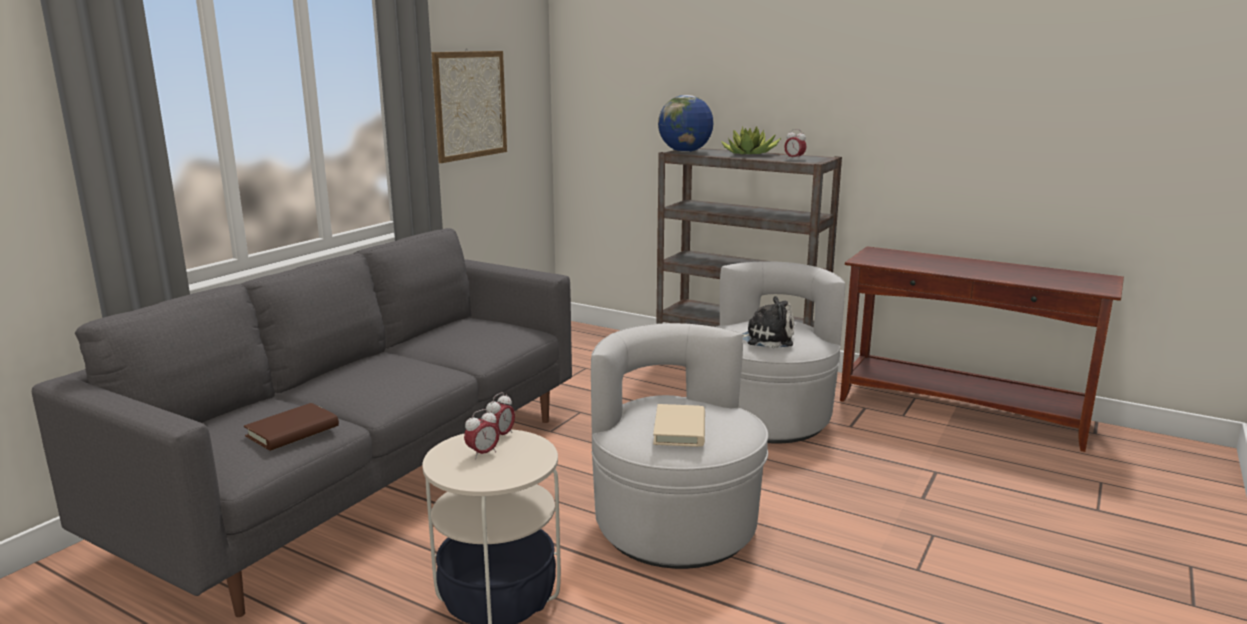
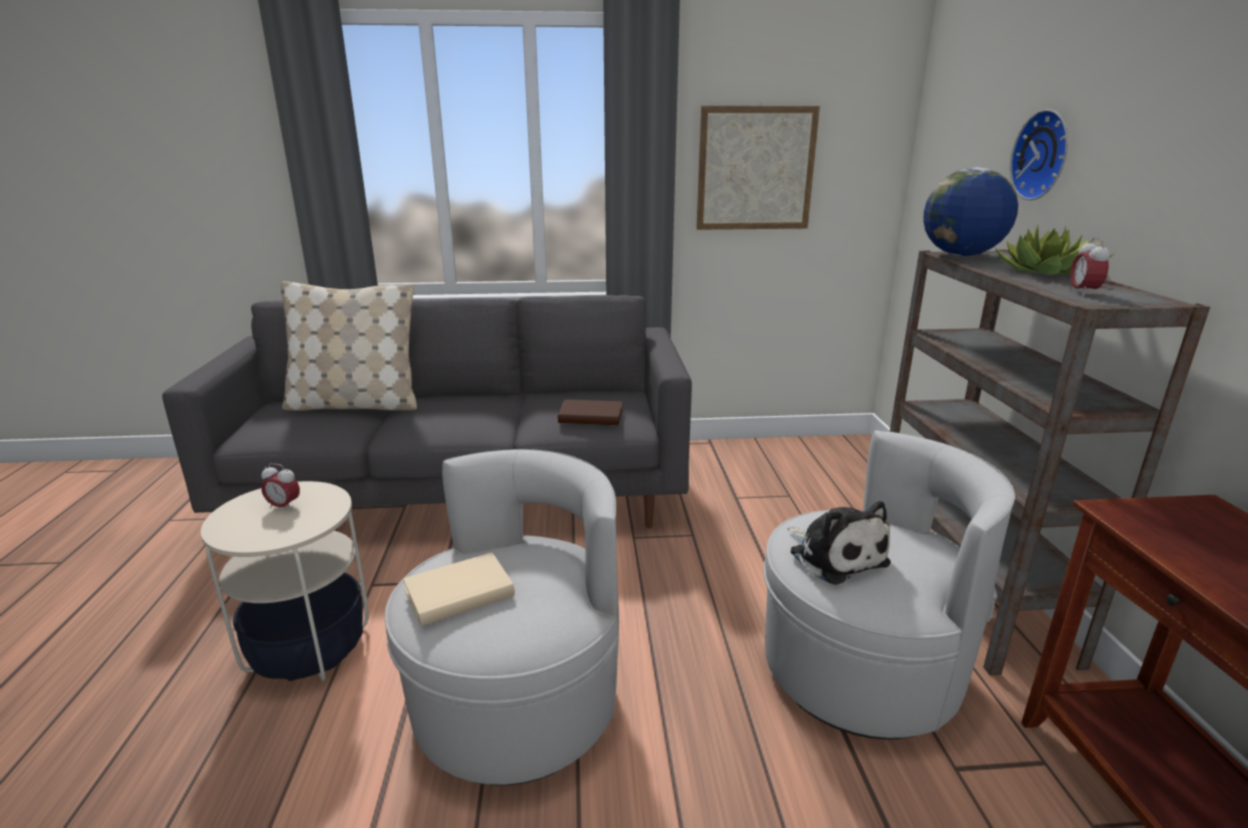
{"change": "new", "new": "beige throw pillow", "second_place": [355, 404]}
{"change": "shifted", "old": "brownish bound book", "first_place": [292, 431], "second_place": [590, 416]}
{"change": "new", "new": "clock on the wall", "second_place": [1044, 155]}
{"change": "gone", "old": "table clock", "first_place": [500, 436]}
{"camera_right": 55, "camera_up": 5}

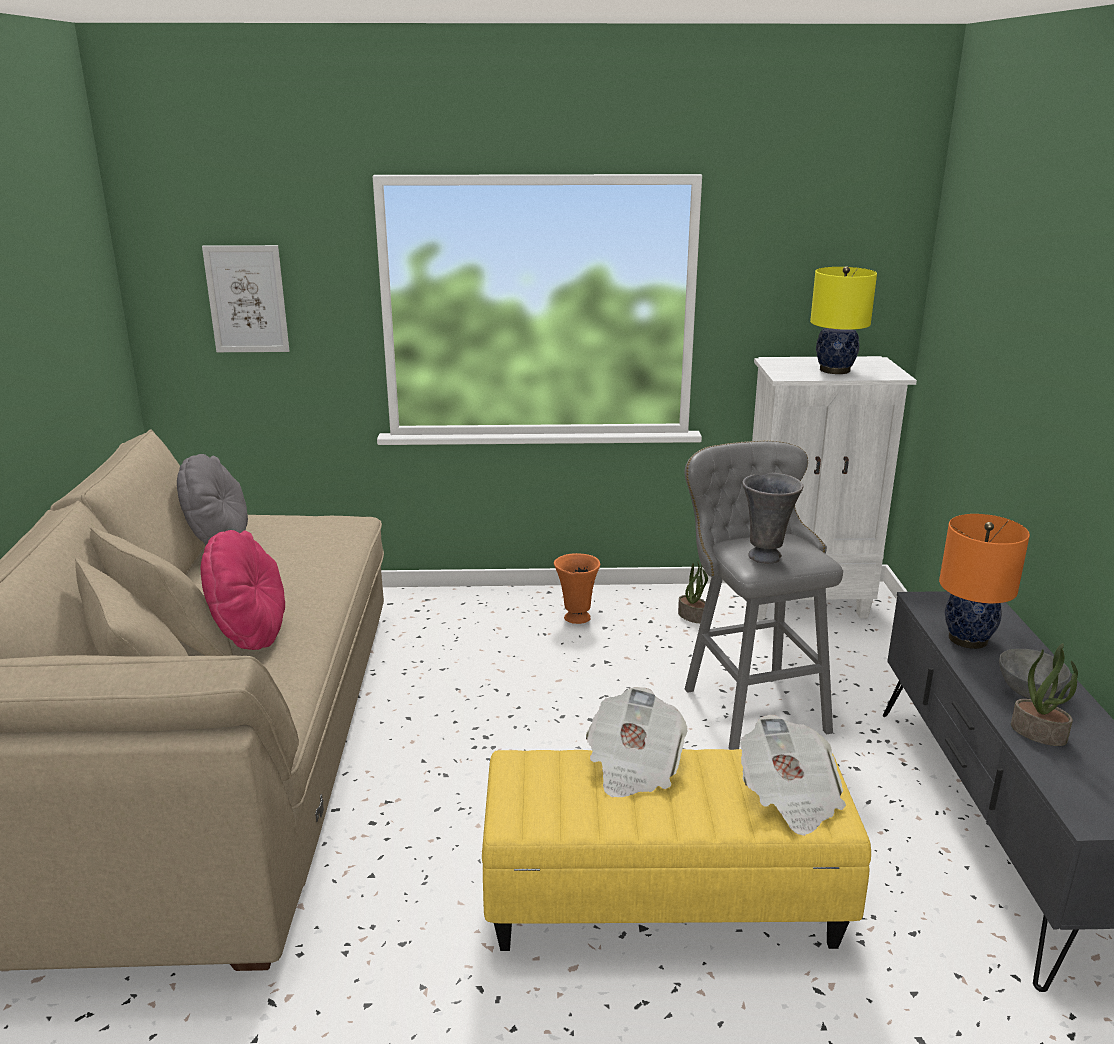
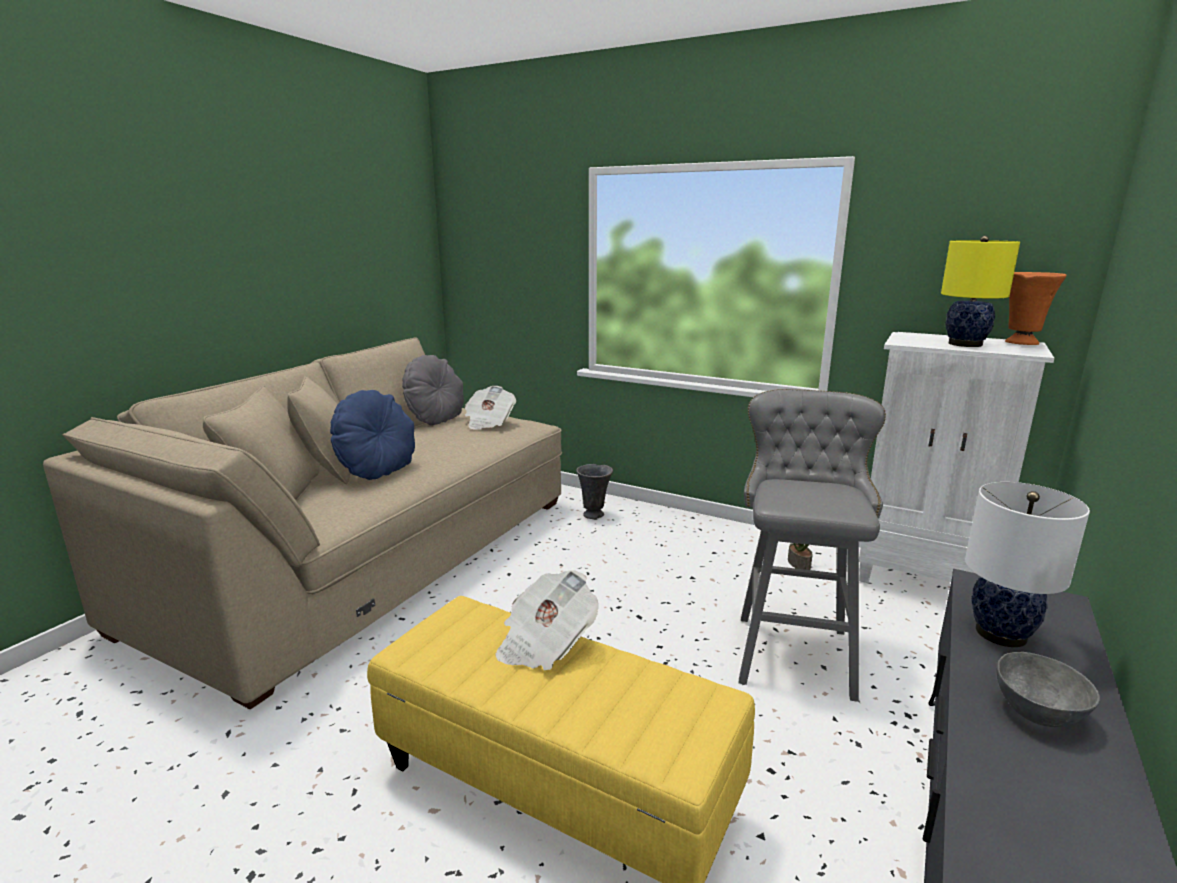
{"change": "repainted", "old": "pink-coloured throw pillow", "new": "blue-coloured throw pillow", "first_place": [251, 637], "second_place": [378, 473]}
{"change": "shifted", "old": "printed paper", "first_place": [789, 798], "second_place": [489, 422]}
{"change": "shifted", "old": "gray vase", "first_place": [766, 556], "second_place": [594, 515]}
{"change": "repainted", "old": "orange lamp for a table", "new": "whitish lamp for a table", "first_place": [968, 639], "second_place": [1001, 634]}
{"change": "shifted", "old": "orange vase", "first_place": [576, 618], "second_place": [1020, 343]}
{"change": "gone", "old": "wall art", "first_place": [247, 299]}
{"change": "gone", "old": "plant in a pot", "first_place": [1039, 733]}
{"camera_right": 30, "camera_up": -5}

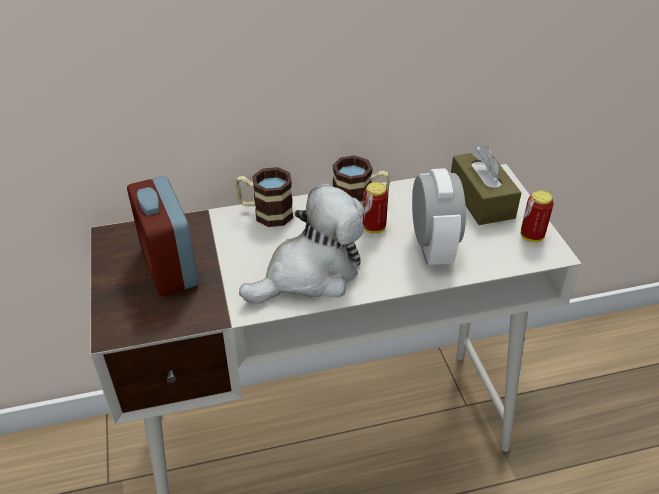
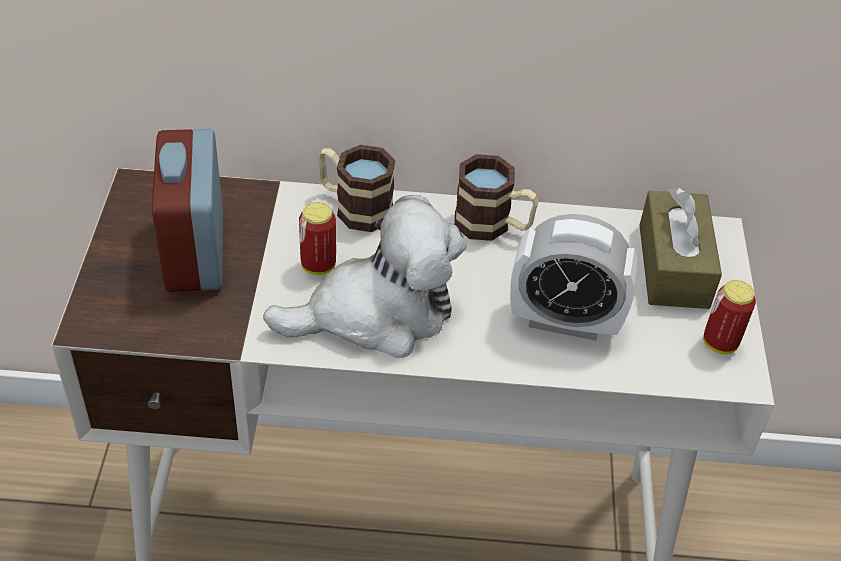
{"change": "shifted", "old": "metal can", "first_place": [374, 228], "second_place": [318, 266]}
{"change": "rotated", "old": "table clock", "first_place": [432, 247], "second_place": [564, 321], "degrees": 90}
{"camera_right": 15, "camera_up": 5}

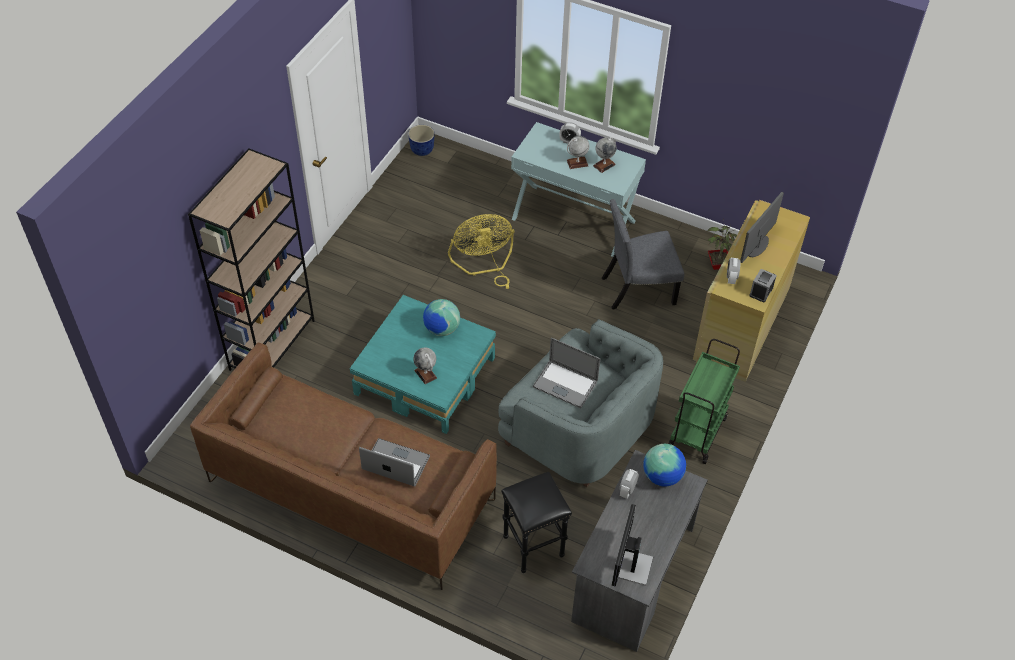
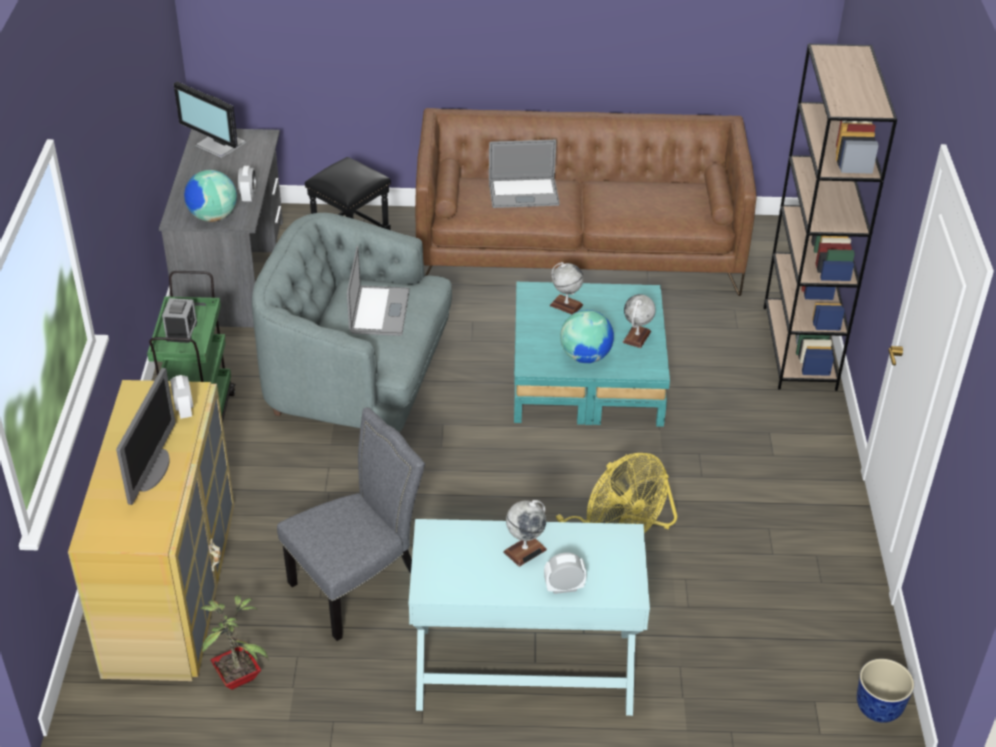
{"change": "shifted", "old": "table clock", "first_place": [761, 291], "second_place": [181, 331]}
{"change": "rotated", "old": "computer display", "first_place": [631, 567], "second_place": [219, 145], "degrees": 135}
{"change": "rotated", "old": "portable computer", "first_place": [565, 384], "second_place": [379, 311], "degrees": 90}
{"change": "shifted", "old": "world globe", "first_place": [604, 165], "second_place": [636, 337]}
{"camera_right": 155, "camera_up": -10}

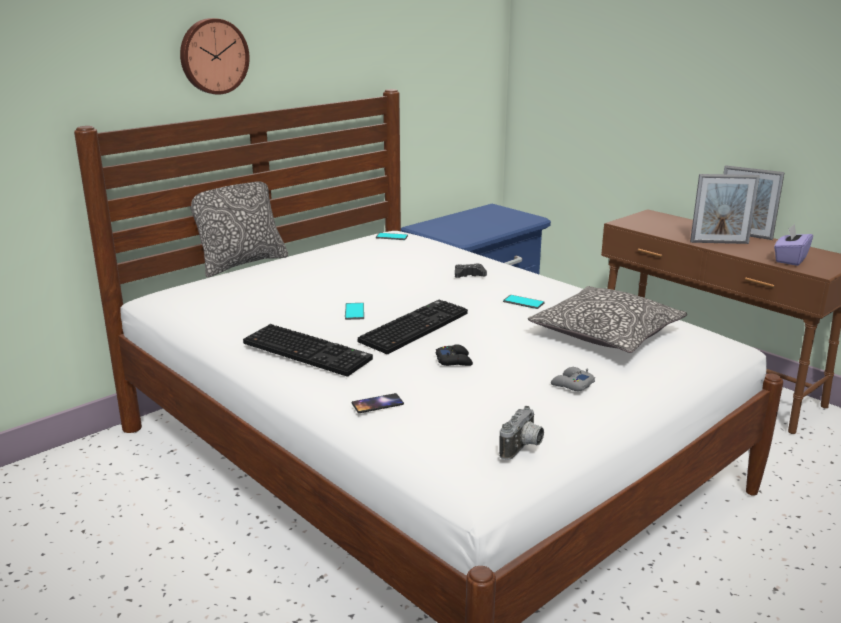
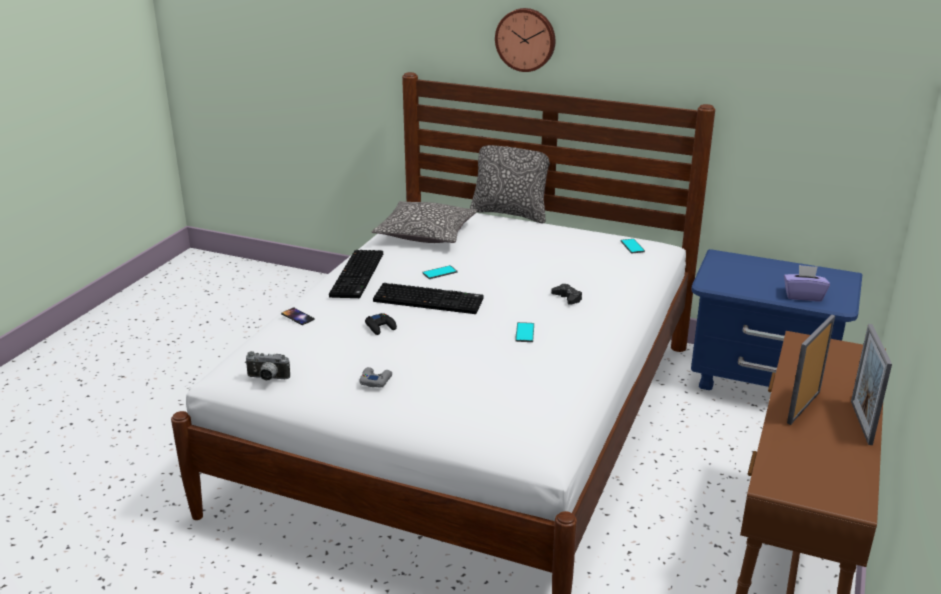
{"change": "shifted", "old": "throw pillow", "first_place": [606, 334], "second_place": [426, 234]}
{"change": "shifted", "old": "purple tissue box", "first_place": [790, 259], "second_place": [803, 296]}
{"change": "rotated", "old": "picture frame", "first_place": [719, 242], "second_place": [803, 407], "degrees": 60}
{"camera_right": 65, "camera_up": 5}

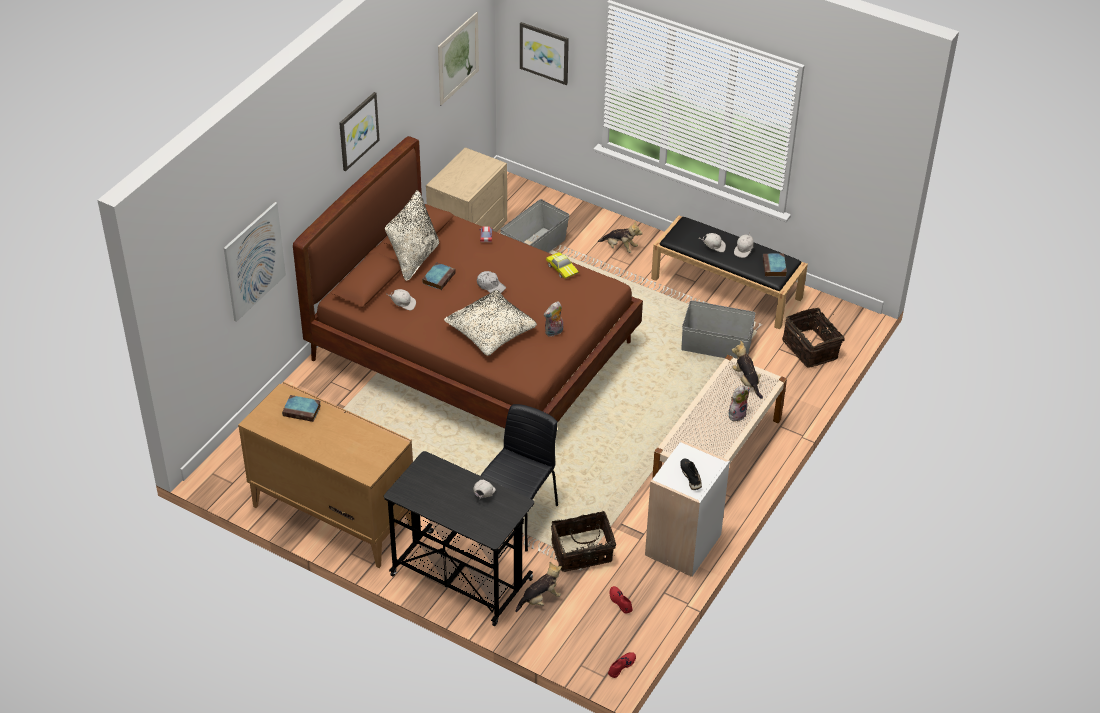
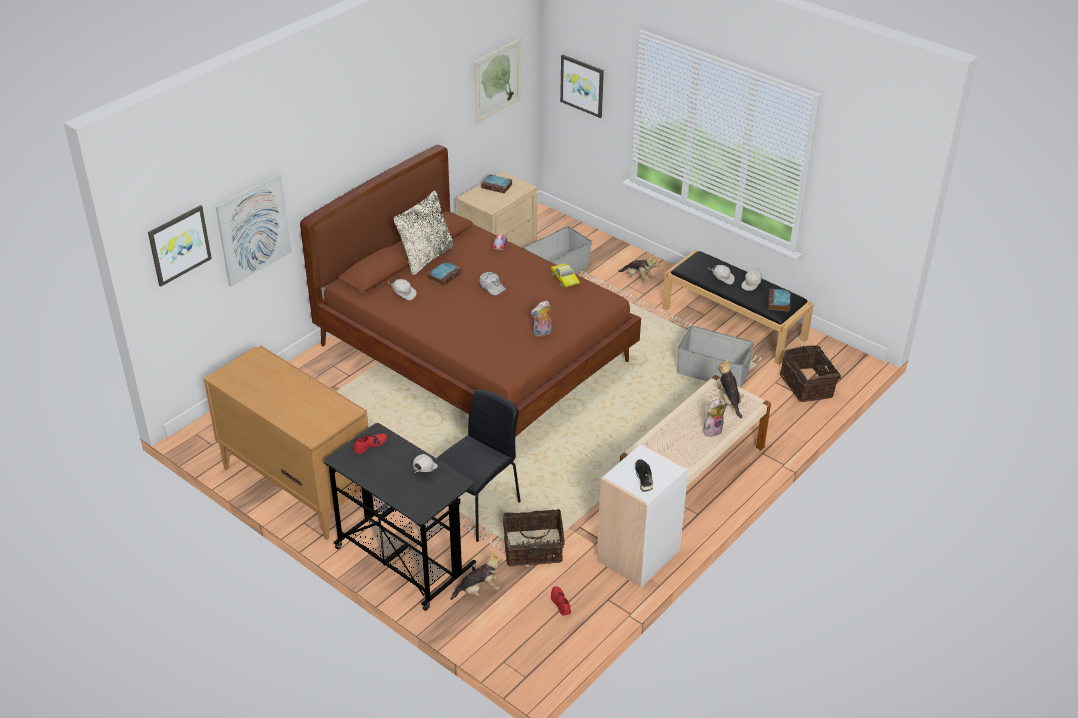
{"change": "shifted", "old": "wall art", "first_place": [358, 131], "second_place": [179, 245]}
{"change": "shifted", "old": "reddish low shoe", "first_place": [621, 666], "second_place": [370, 445]}
{"change": "shifted", "old": "bound book", "first_place": [302, 410], "second_place": [497, 186]}
{"change": "gone", "old": "beige throw pillow", "first_place": [491, 330]}
{"camera_right": 10, "camera_up": -5}

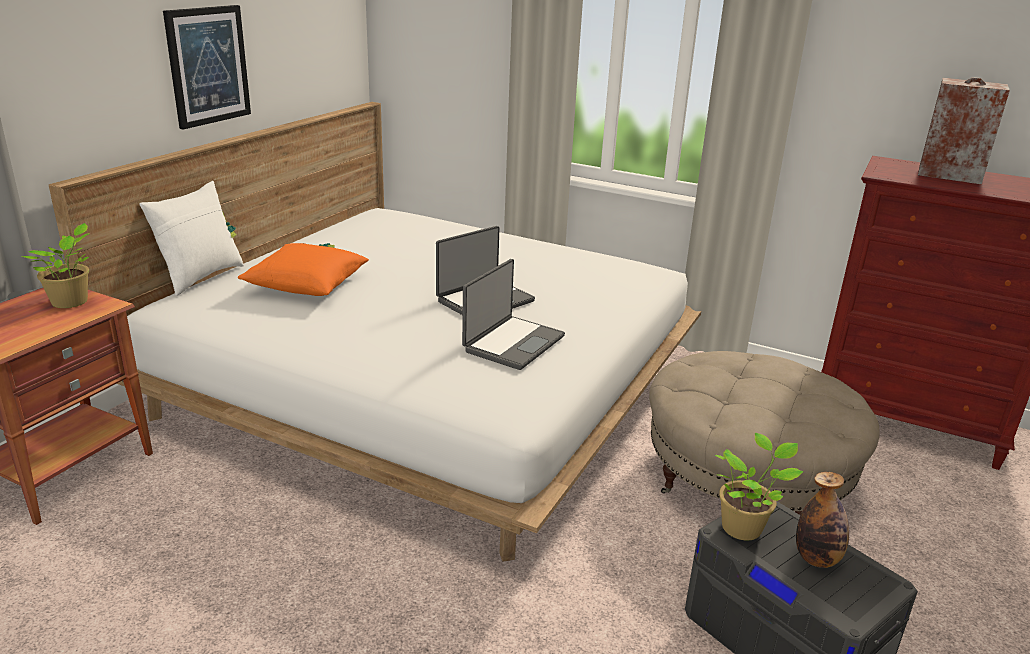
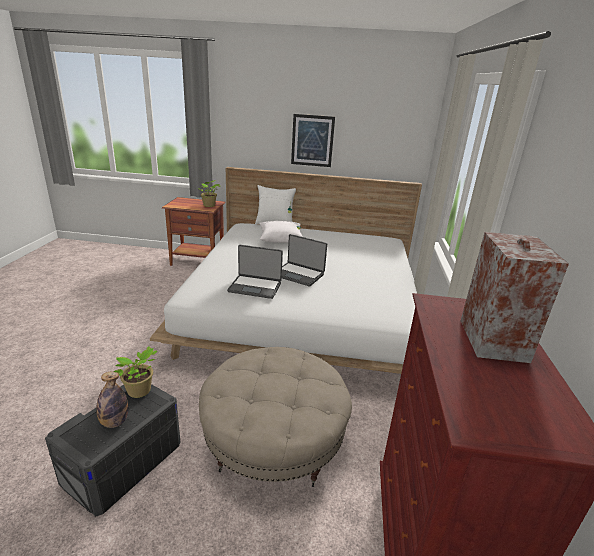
{"change": "repainted", "old": "orange throw pillow", "new": "whitish throw pillow", "first_place": [307, 285], "second_place": [280, 239]}
{"camera_right": 70, "camera_up": 0}

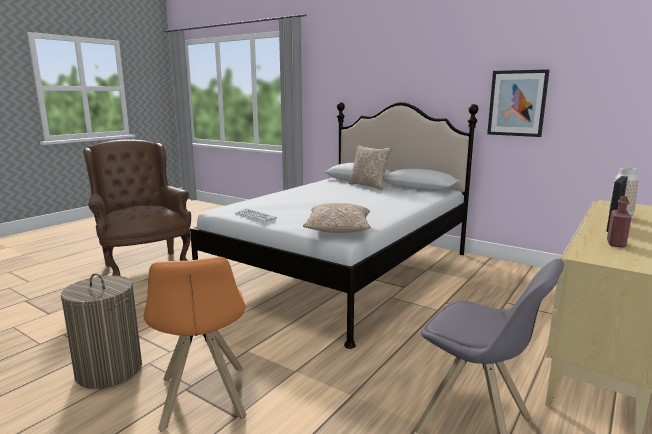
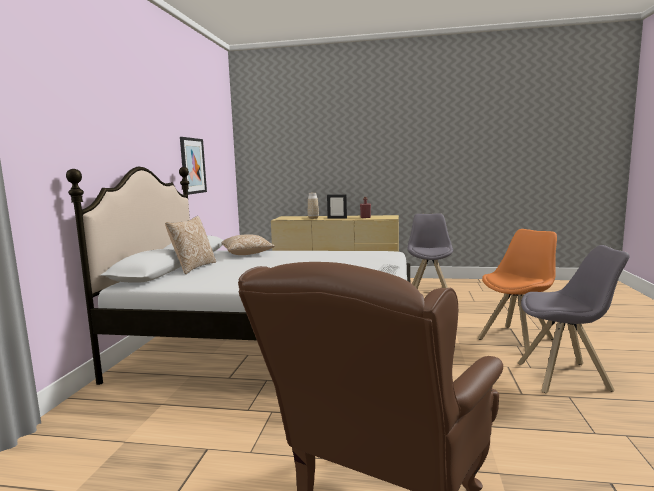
{"change": "shifted", "old": "throw pillow", "first_place": [338, 230], "second_place": [248, 253]}
{"change": "swapped", "old": "washing basket", "new": "gray chair", "first_place": [109, 370], "second_place": [564, 377]}
{"camera_right": -115, "camera_up": -5}

